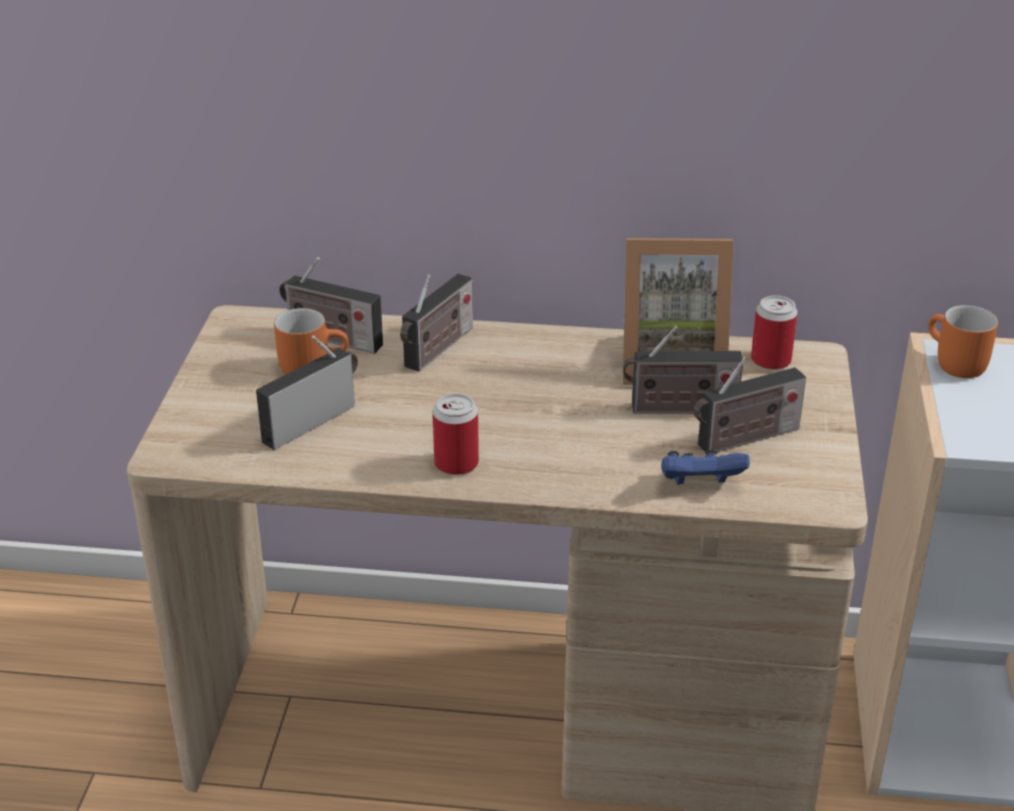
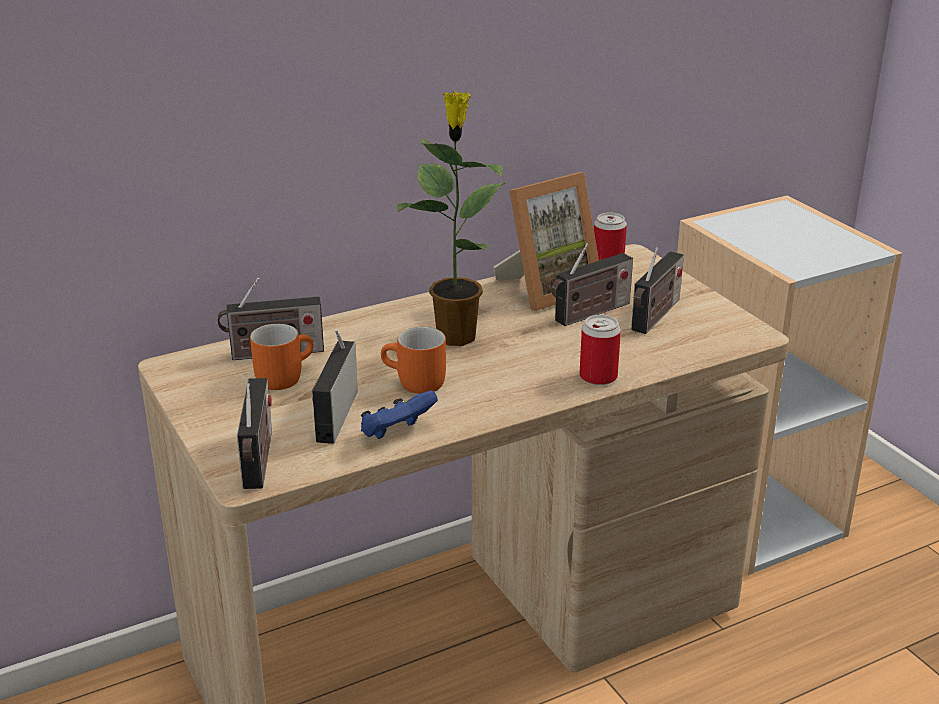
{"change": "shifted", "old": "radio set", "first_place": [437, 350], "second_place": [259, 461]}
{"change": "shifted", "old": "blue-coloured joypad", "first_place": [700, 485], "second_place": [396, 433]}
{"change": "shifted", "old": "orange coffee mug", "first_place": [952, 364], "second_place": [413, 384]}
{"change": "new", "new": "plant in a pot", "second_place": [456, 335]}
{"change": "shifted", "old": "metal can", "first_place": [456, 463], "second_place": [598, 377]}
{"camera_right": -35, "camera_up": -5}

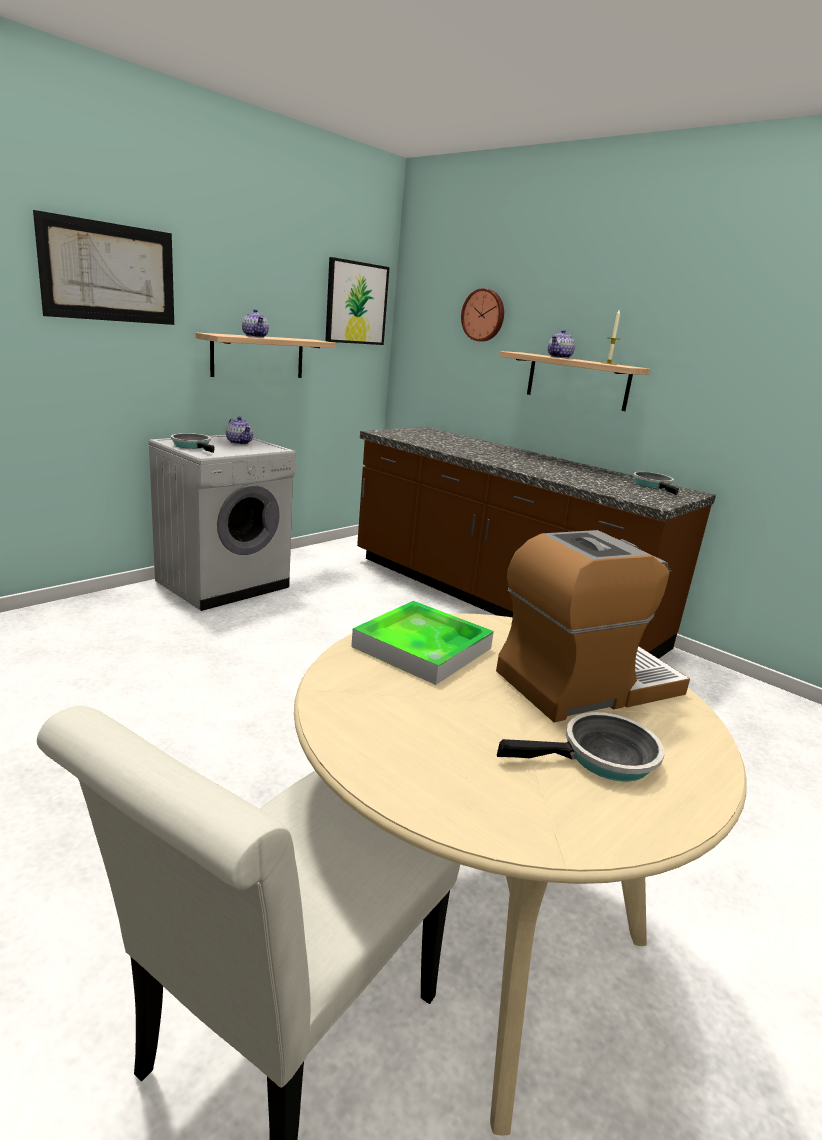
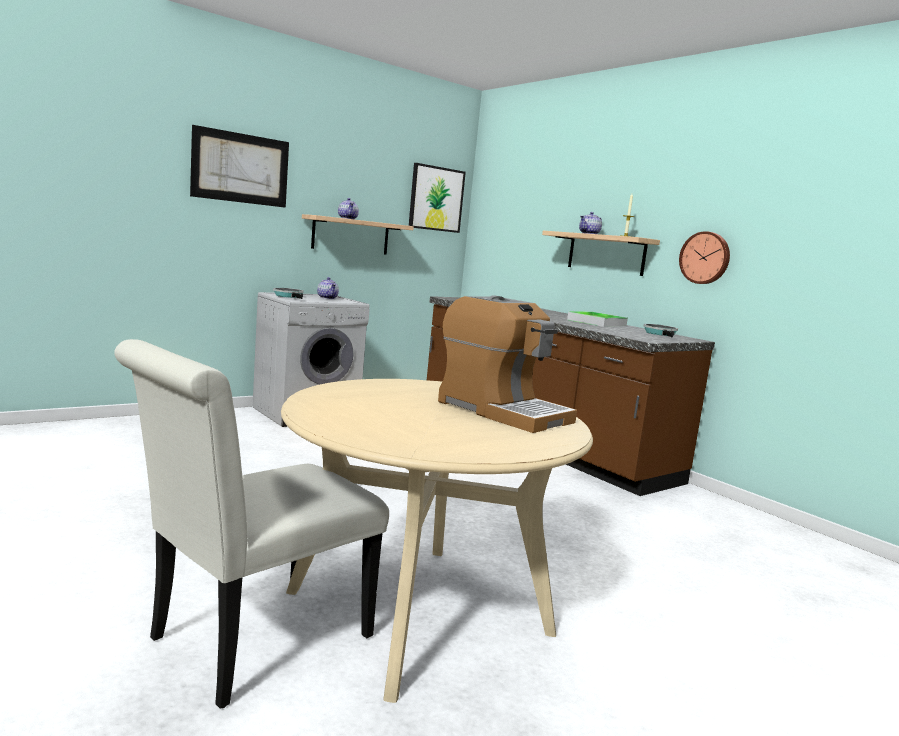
{"change": "rotated", "old": "coffee maker", "first_place": [586, 684], "second_place": [502, 411], "degrees": 60}
{"change": "shifted", "old": "carrying tray", "first_place": [422, 647], "second_place": [596, 323]}
{"change": "shifted", "old": "clock on the wall", "first_place": [484, 315], "second_place": [705, 258]}
{"change": "gone", "old": "skillet", "first_place": [601, 758]}
{"camera_right": 10, "camera_up": -10}

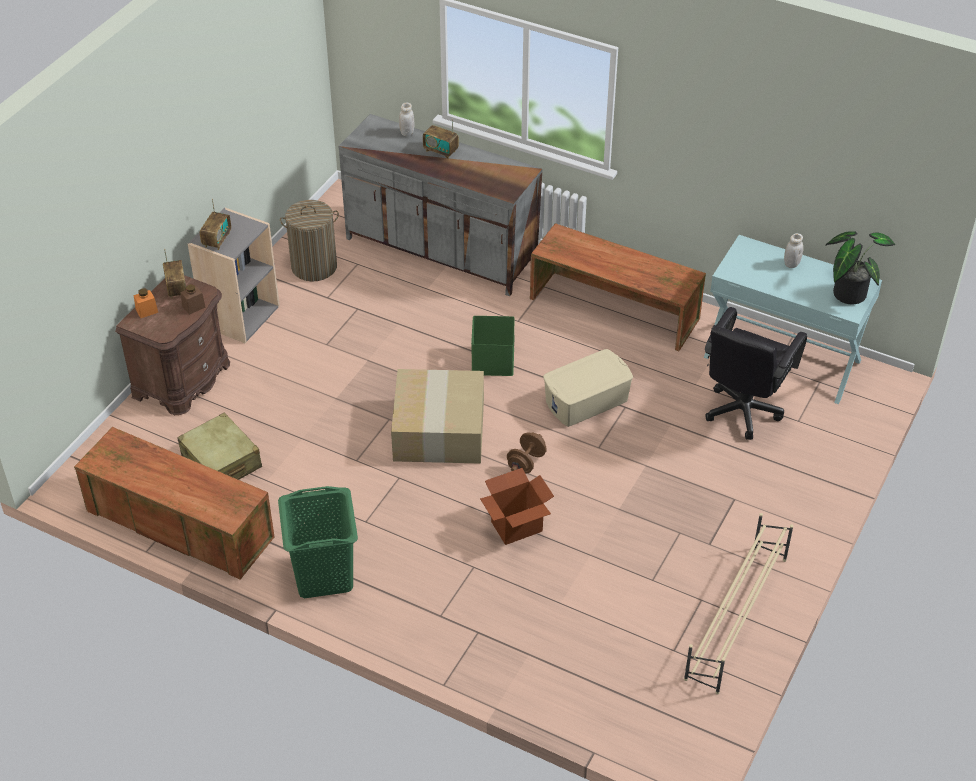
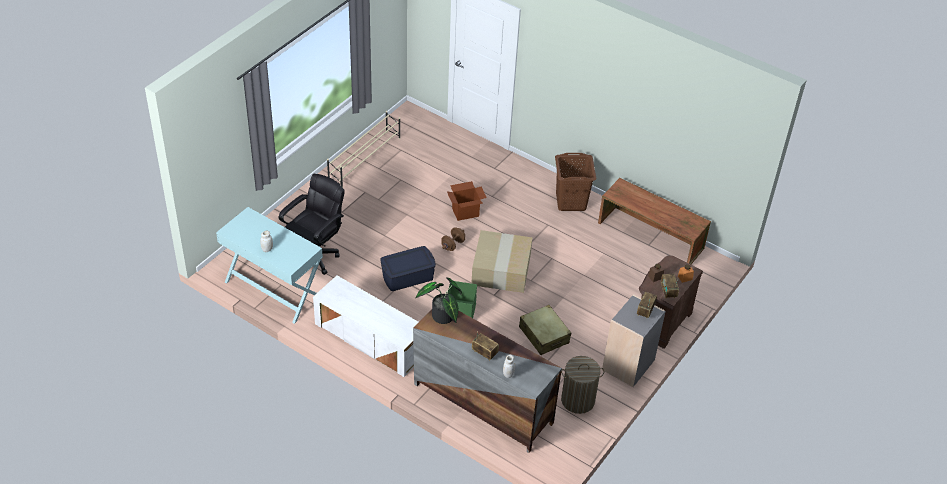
{"change": "repainted", "old": "brownish bench", "new": "whitish bench", "first_place": [616, 308], "second_place": [369, 339]}
{"change": "repainted", "old": "beige storage container", "new": "blue-coloured storage container", "first_place": [587, 401], "second_place": [407, 276]}
{"change": "shifted", "old": "plant in a pot", "first_place": [849, 291], "second_place": [442, 318]}
{"change": "shifted", "old": "beige travel case", "first_place": [221, 462], "second_place": [544, 335]}
{"change": "repainted", "old": "greenish washing basket", "new": "brownish washing basket", "first_place": [323, 575], "second_place": [571, 201]}
{"camera_right": -175, "camera_up": 0}

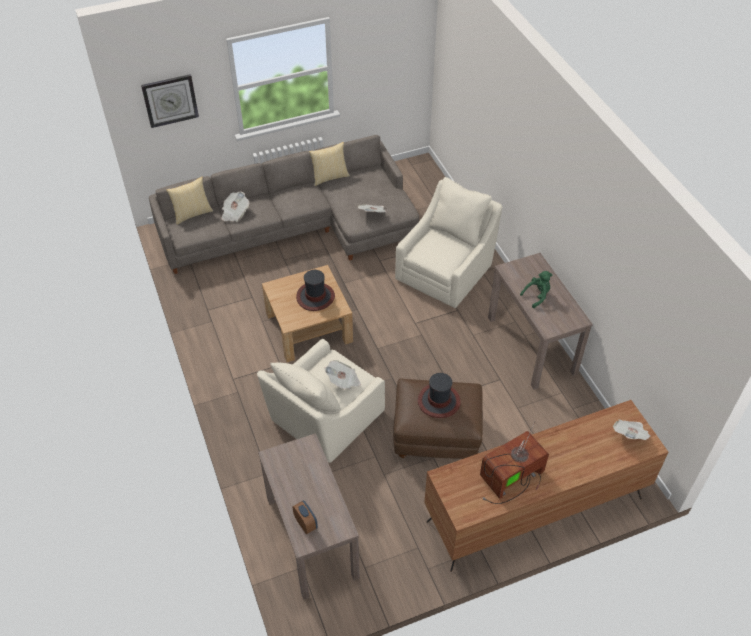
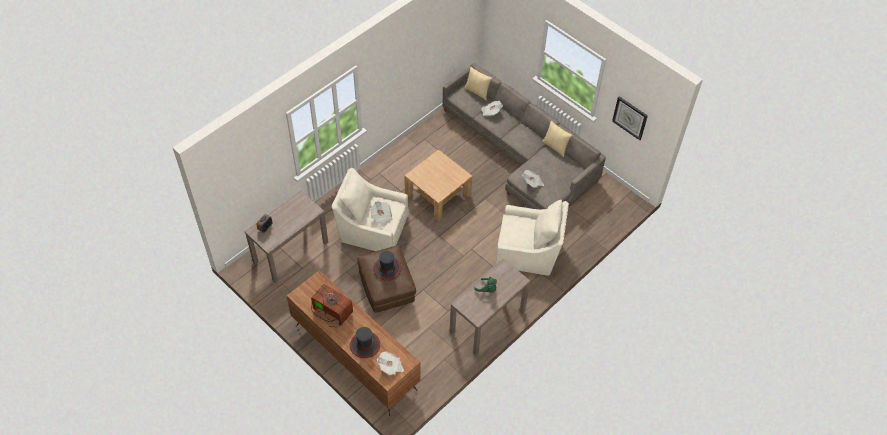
{"change": "shifted", "old": "hat", "first_place": [315, 297], "second_place": [364, 345]}
{"change": "shifted", "old": "clock on the wall", "first_place": [170, 100], "second_place": [630, 118]}
{"camera_right": 65, "camera_up": 5}

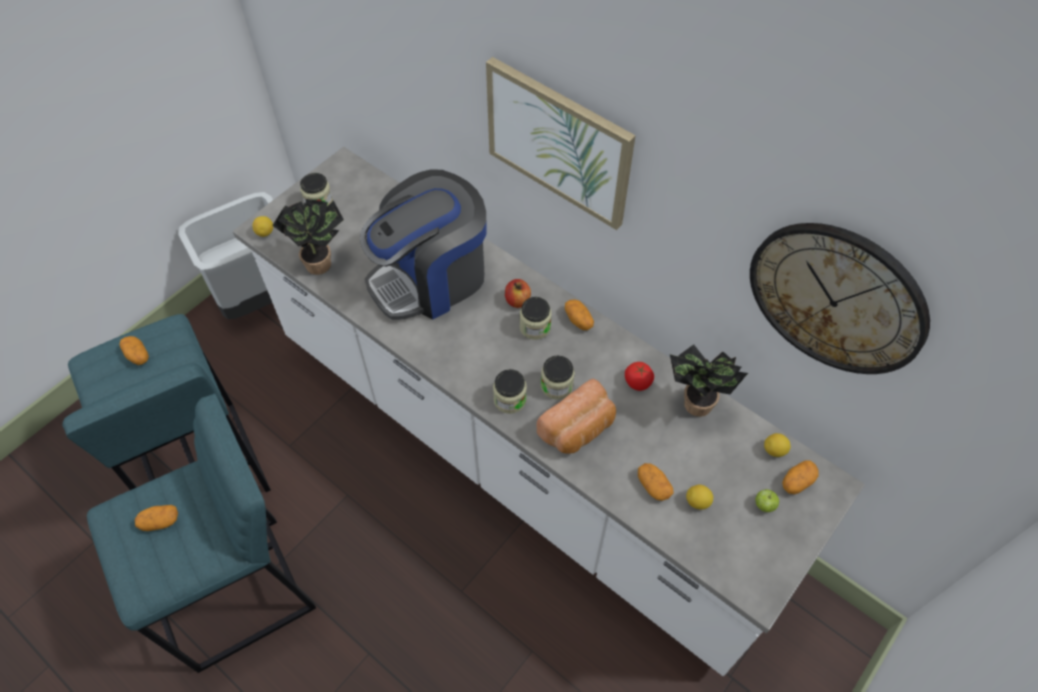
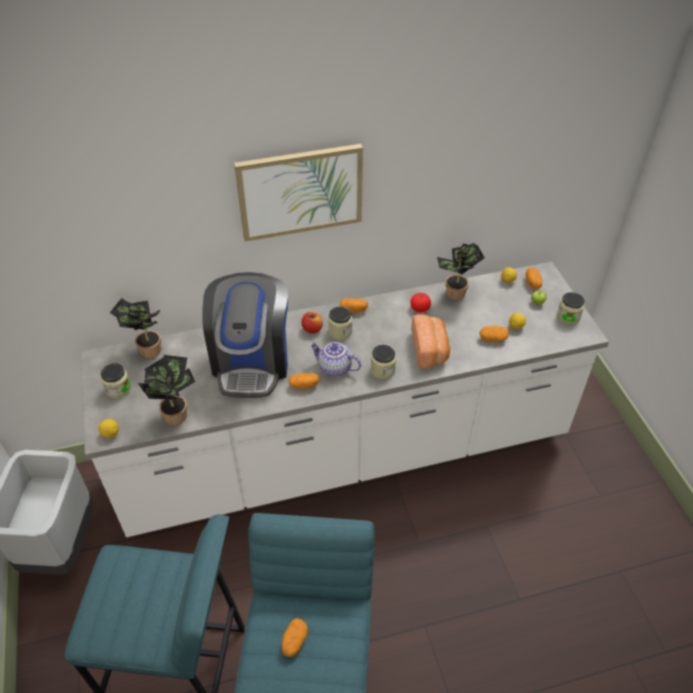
{"change": "new", "new": "plant in a pot", "second_place": [147, 350]}
{"change": "shifted", "old": "potato", "first_place": [137, 355], "second_place": [304, 385]}
{"change": "new", "new": "tea pot", "second_place": [334, 368]}
{"change": "shifted", "old": "jar", "first_place": [557, 386], "second_place": [568, 317]}
{"change": "gone", "old": "clock on the wall", "first_place": [836, 298]}
{"camera_right": -55, "camera_up": -10}

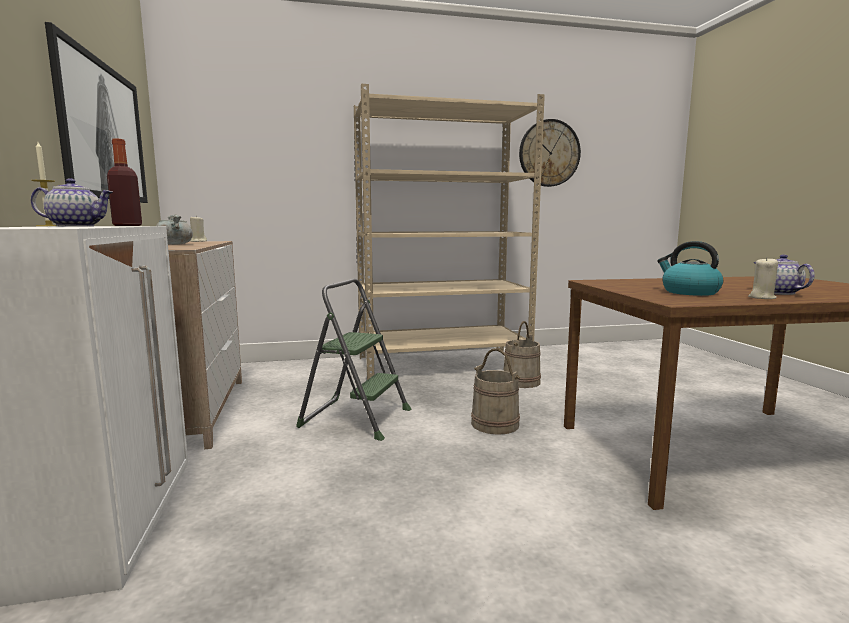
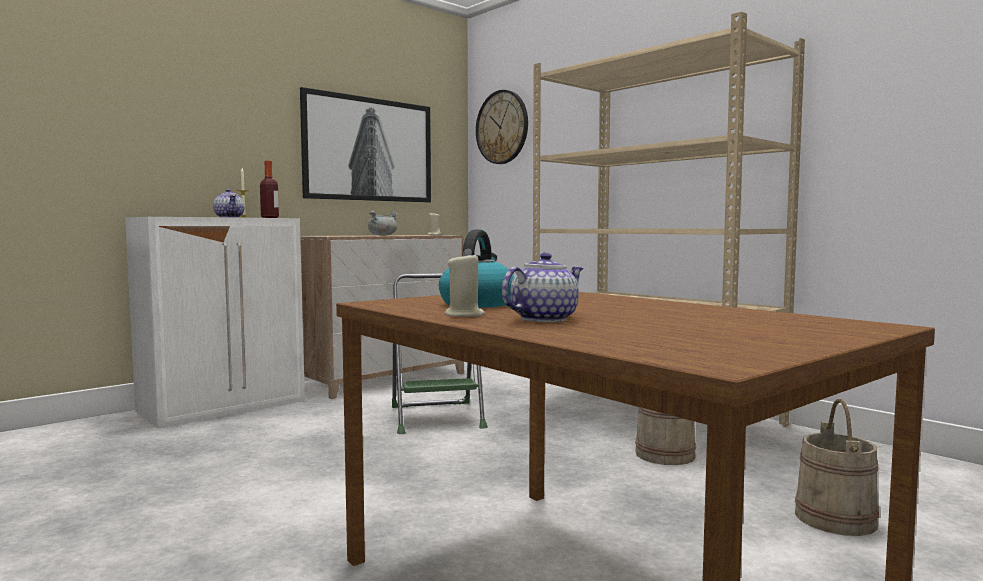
{"change": "shifted", "old": "clock on the wall", "first_place": [549, 153], "second_place": [502, 127]}
{"change": "shifted", "old": "beige pail", "first_place": [495, 424], "second_place": [836, 518]}
{"camera_right": 60, "camera_up": -5}

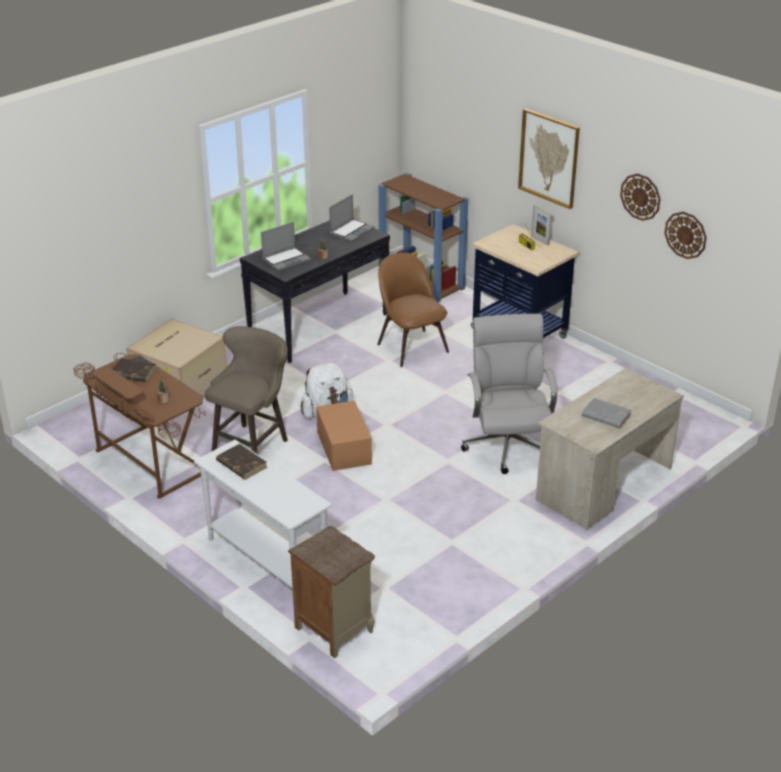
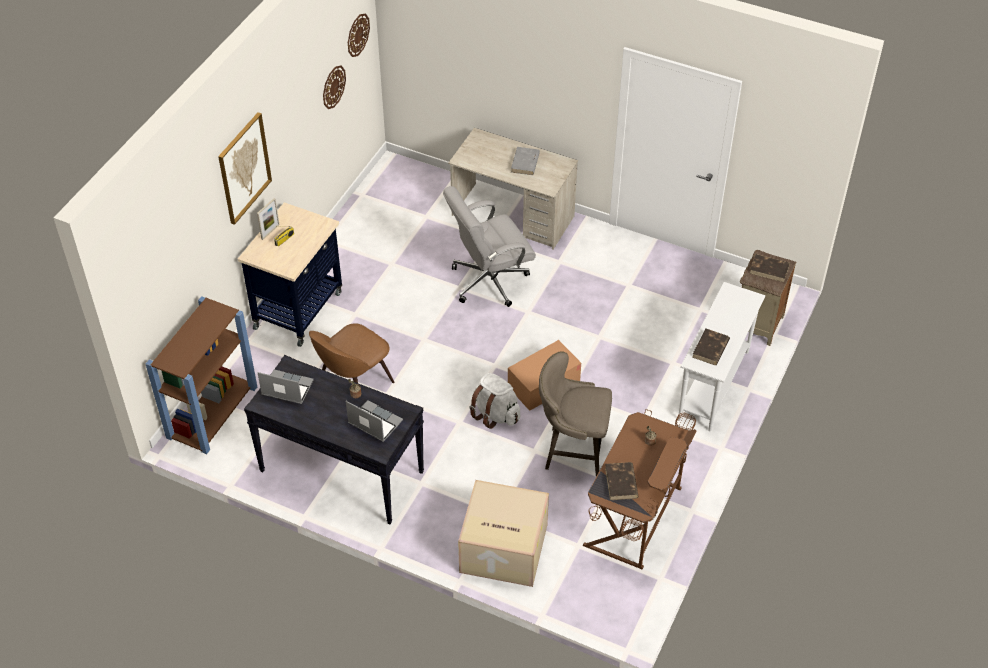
{"change": "shifted", "old": "clock on the wall", "first_place": [640, 196], "second_place": [357, 35]}
{"change": "new", "new": "brownish bound book", "second_place": [770, 269]}
{"camera_right": -110, "camera_up": 15}

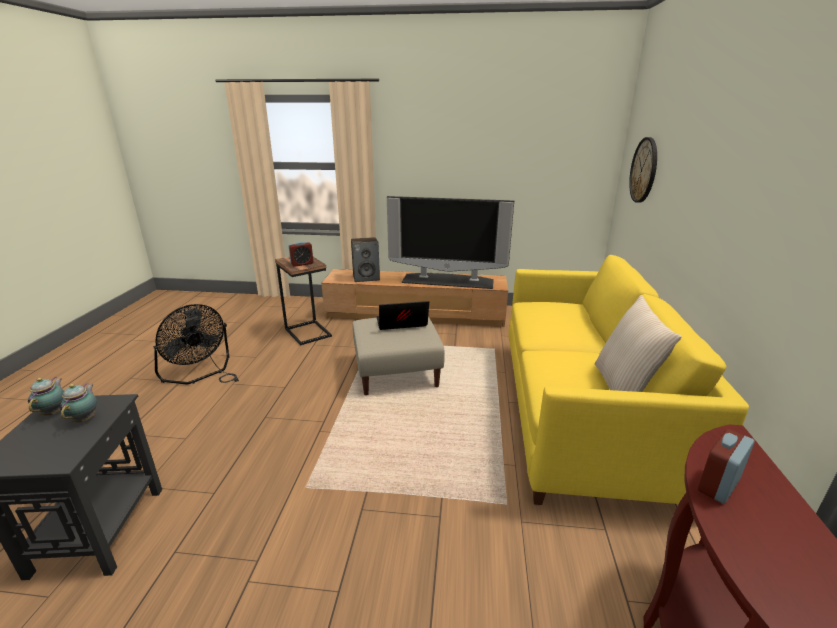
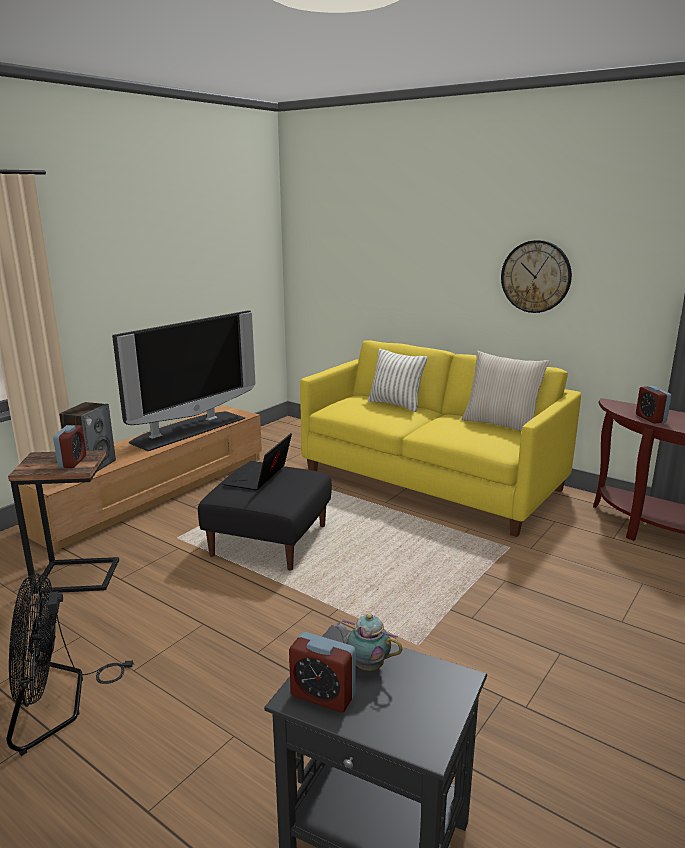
{"change": "repainted", "old": "beige footrest", "new": "black footrest", "first_place": [396, 373], "second_place": [269, 540]}
{"change": "swapped", "old": "tea pot", "new": "table clock", "first_place": [54, 412], "second_place": [323, 696]}
{"change": "new", "new": "throw pillow", "second_place": [395, 404]}
{"change": "shifted", "old": "clock on the wall", "first_place": [644, 170], "second_place": [536, 276]}
{"camera_right": -60, "camera_up": -5}

